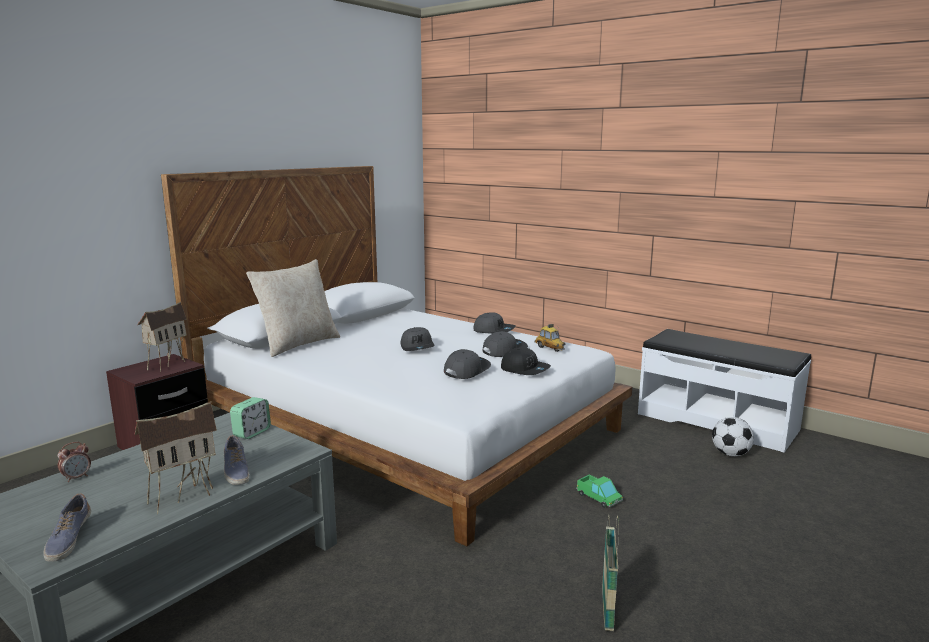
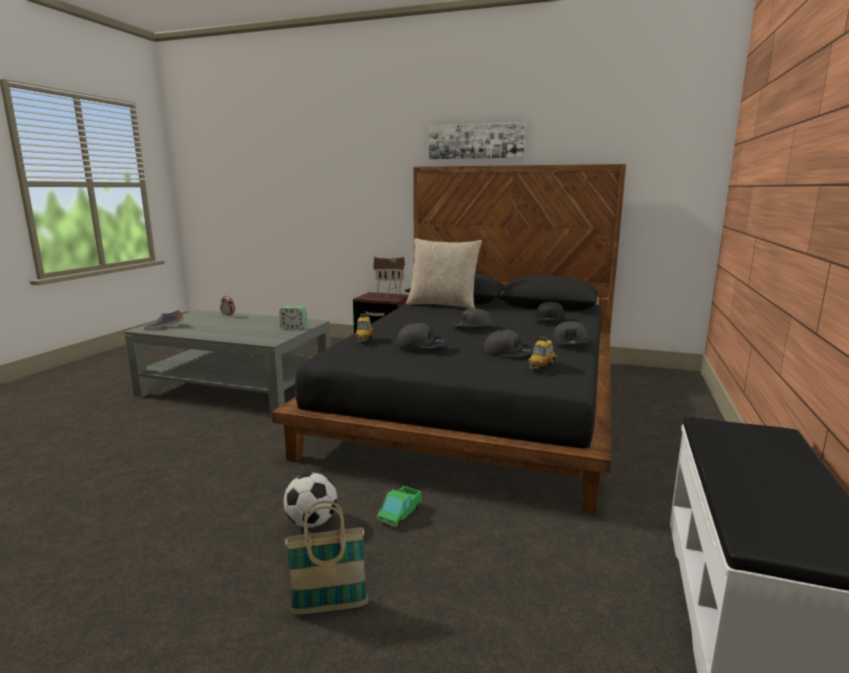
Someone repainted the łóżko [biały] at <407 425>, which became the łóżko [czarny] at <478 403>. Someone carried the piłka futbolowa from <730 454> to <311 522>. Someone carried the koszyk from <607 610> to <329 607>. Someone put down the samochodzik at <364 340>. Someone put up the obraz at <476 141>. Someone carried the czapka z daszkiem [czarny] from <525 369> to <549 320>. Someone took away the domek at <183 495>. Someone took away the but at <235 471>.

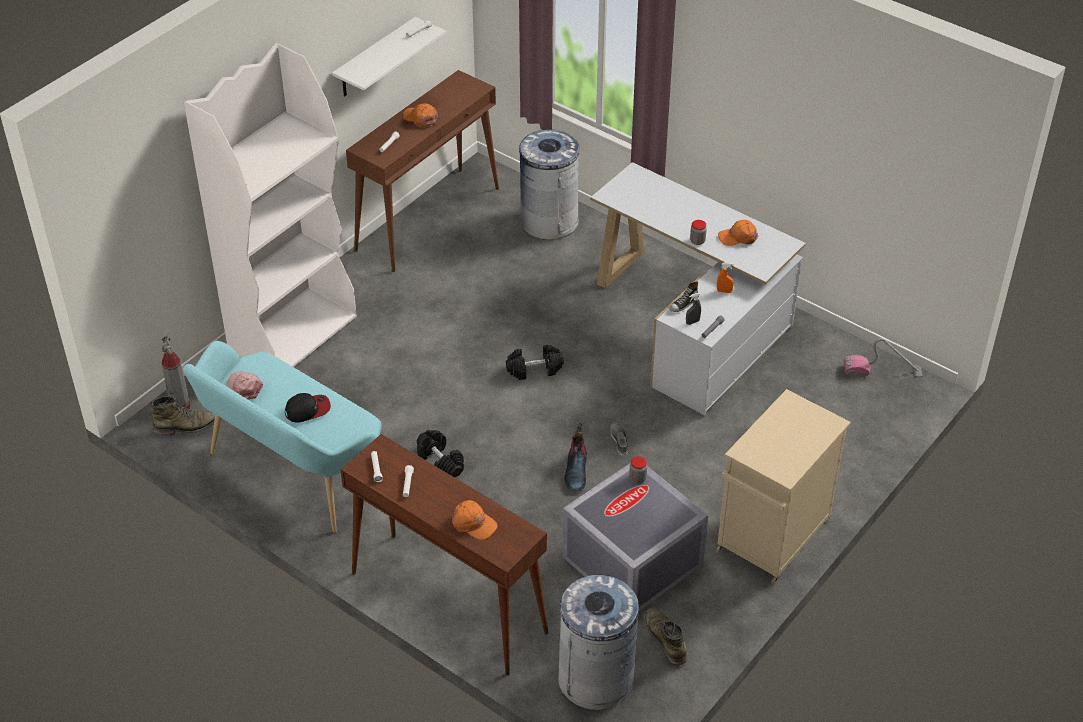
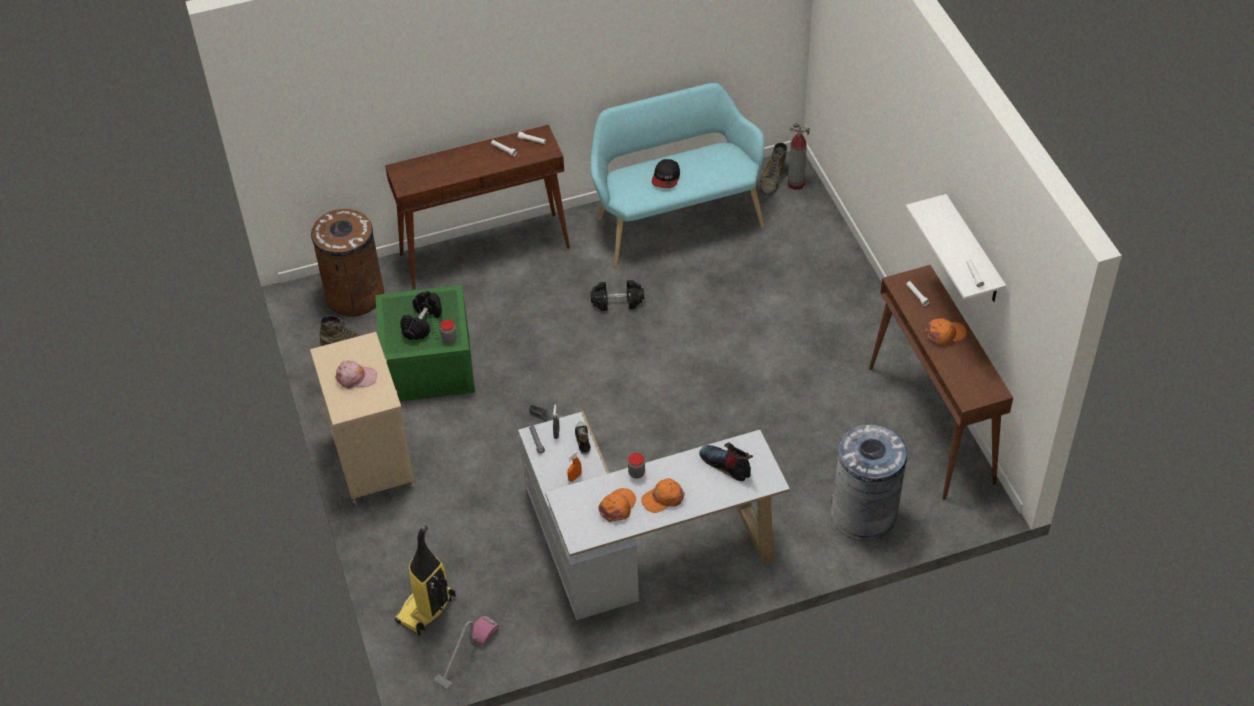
Someone repainted the kosz na śmieci [szary] at <596 679>, which became the kosz na śmieci [brązowy] at <355 295>. Someone carried the czapka z daszkiem [różowy] from <244 387> to <356 377>. Someone repainted the pojemnik do przechowywania [szary] at <632 562>, which became the pojemnik do przechowywania [zielony] at <427 363>. Someone put down the odkurzacz at <426 610>. Someone carried the hantel [czarny] from <534 369> to <422 323>. Someone carried the czapka z daszkiem [pomarańczowy] from <474 523> to <663 498>. Someone carried the but z cholewką from <576 471> to <726 465>. Someone took away the regał [biały] at <293 332>.

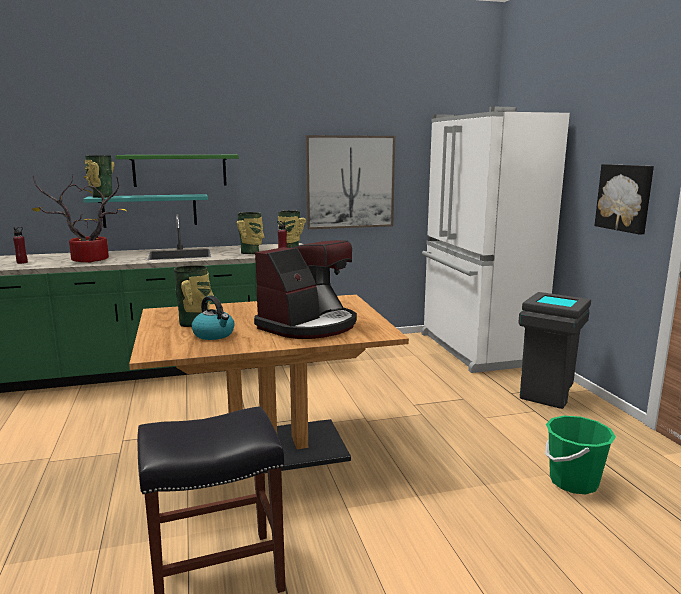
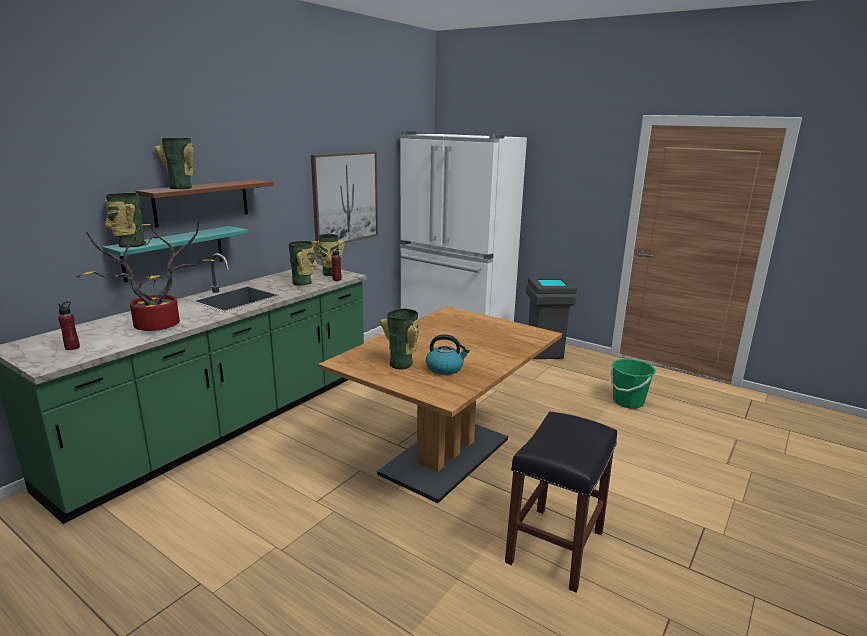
Someone repainted the półka [zielony] at <180 170>, which became the półka [brązowy] at <202 202>. Someone put down the wazon at <182 187>. Someone took away the ekspres do kawy at <309 325>. Someone took away the obraz at <625 197>.

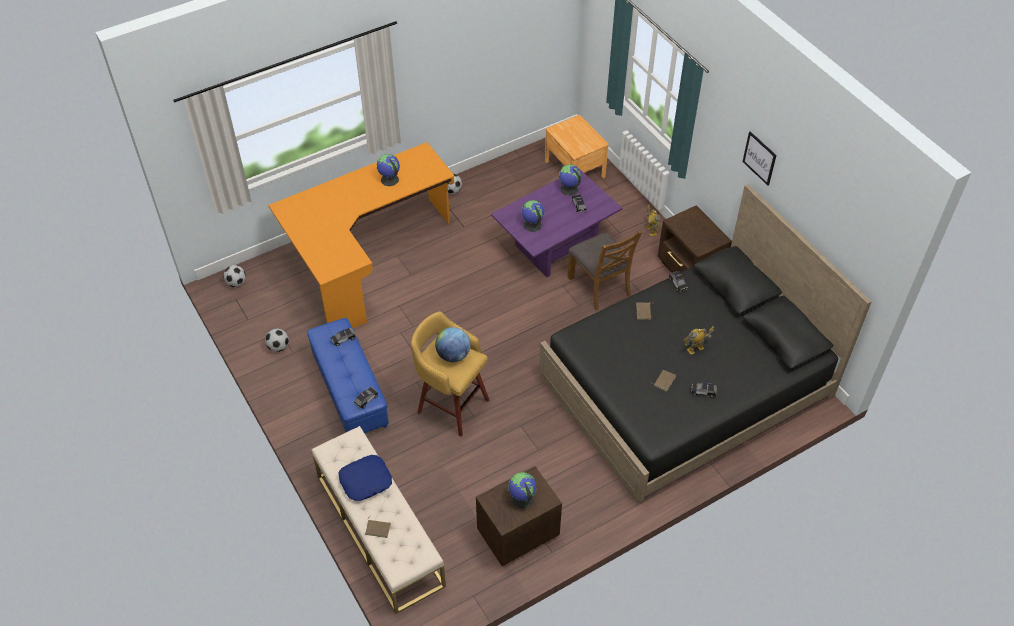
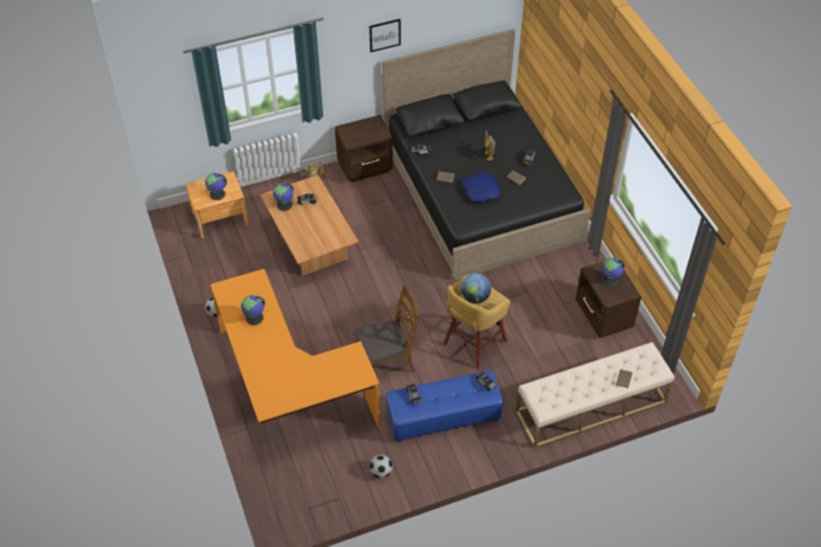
Someone carried the globus from <532 225> to <217 194>. Someone repainted the ława [fioletowy] at <555 245>, which became the ława [brązowy] at <311 247>. Someone carried the krzesło [brązowy] from <600 286> to <386 363>. Someone carried the poduszka [niebieski] from <365 480> to <481 191>. Someone took away the piłka futbolowa at <236 283>.

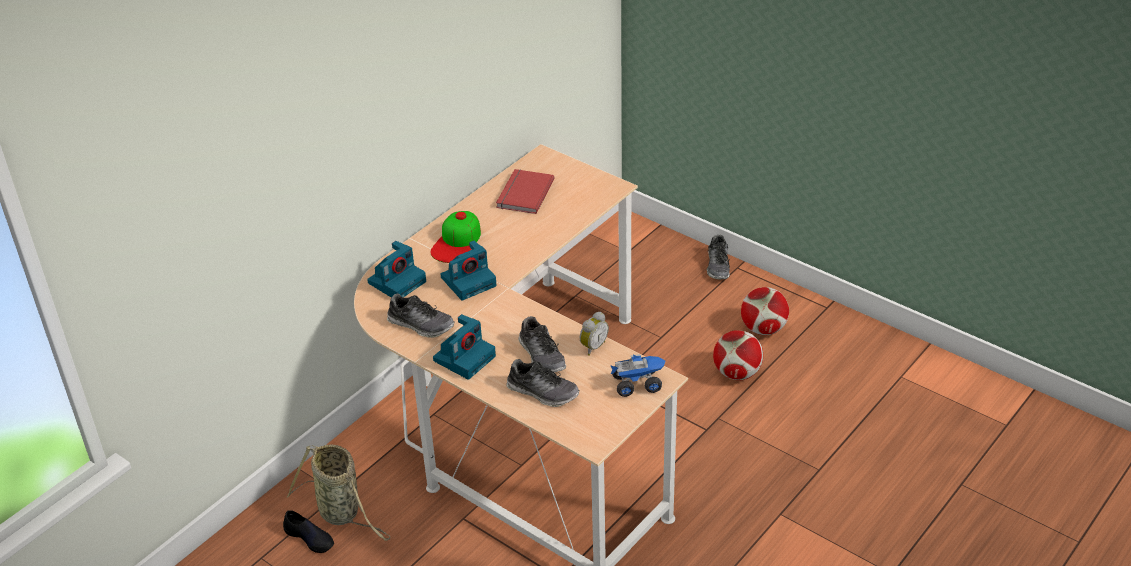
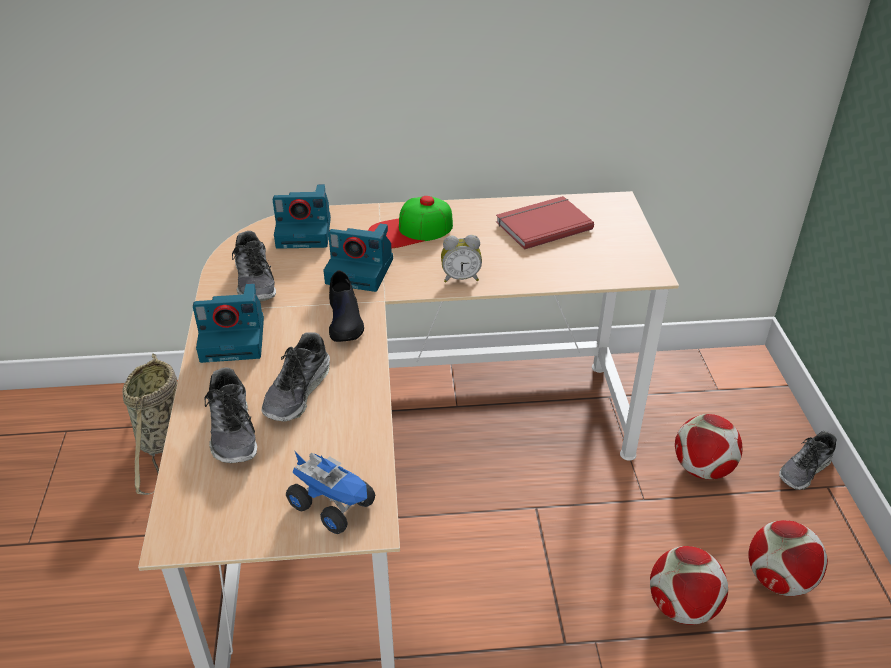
Someone carried the but [czarny] from <310 538> to <345 320>. Someone carried the budzik from <592 346> to <460 278>. Someone put down the piłka futbolowa at <702 468>.

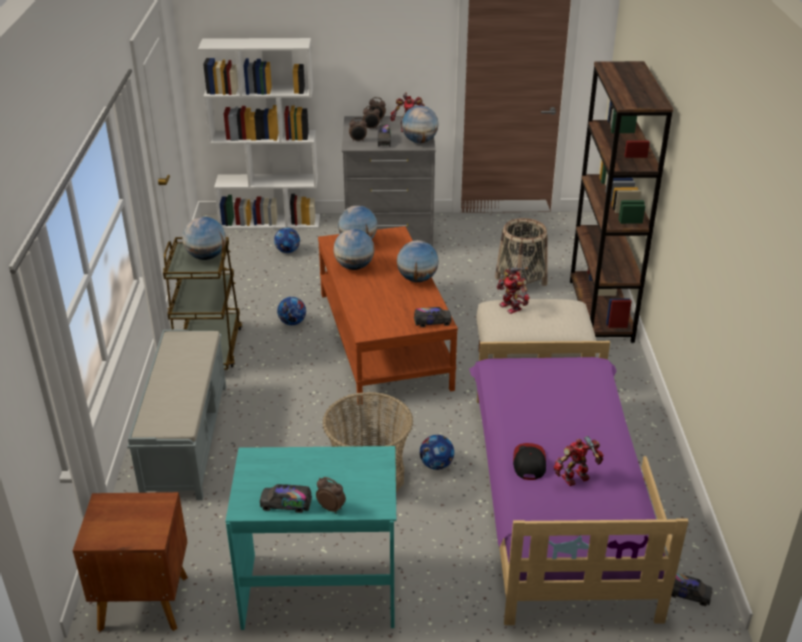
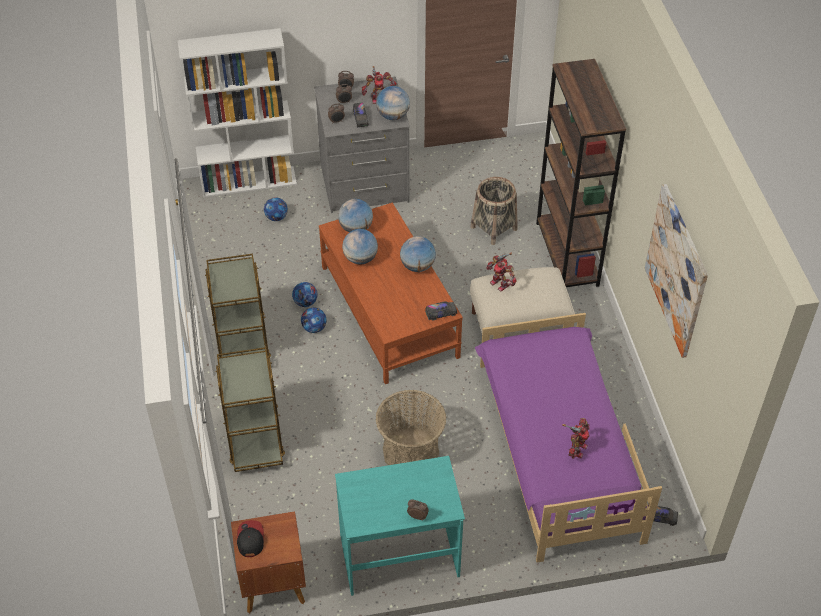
Someone swapped the ławka [szary] at <186 438> for the wózek [brązowy] at <254 437>. Someone carried the czapka z daszkiem from <529 463> to <250 539>. Someone carried the piłka futbolowa from <436 465> to <314 328>. Someone rotated the robot zabawkowy at <576 479> by 150 degrees clockwise. Someone put up the obraz at <676 271>. Someone took away the globus at <206 257>. Someone took away the ciężarówka zabawkowa at <286 504>.

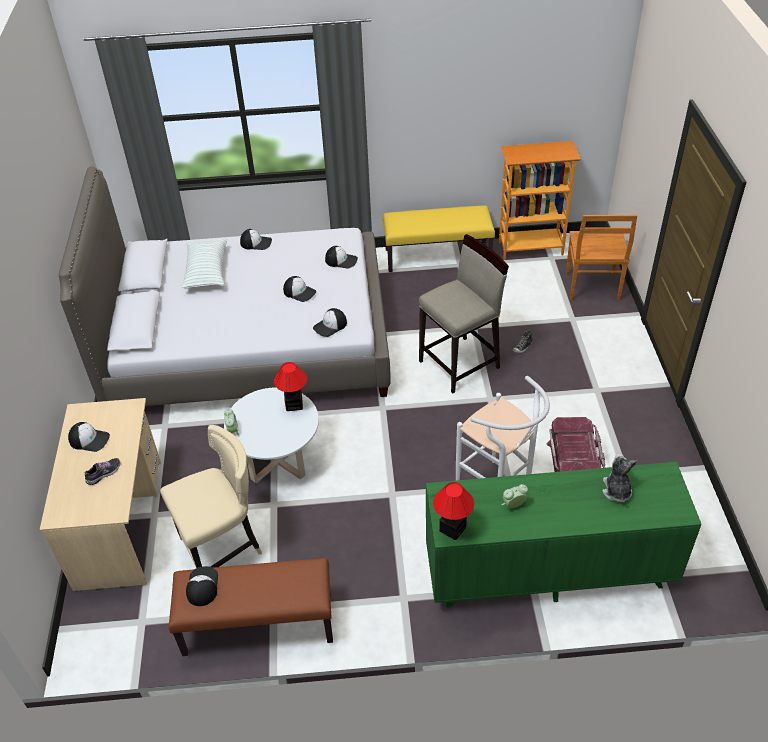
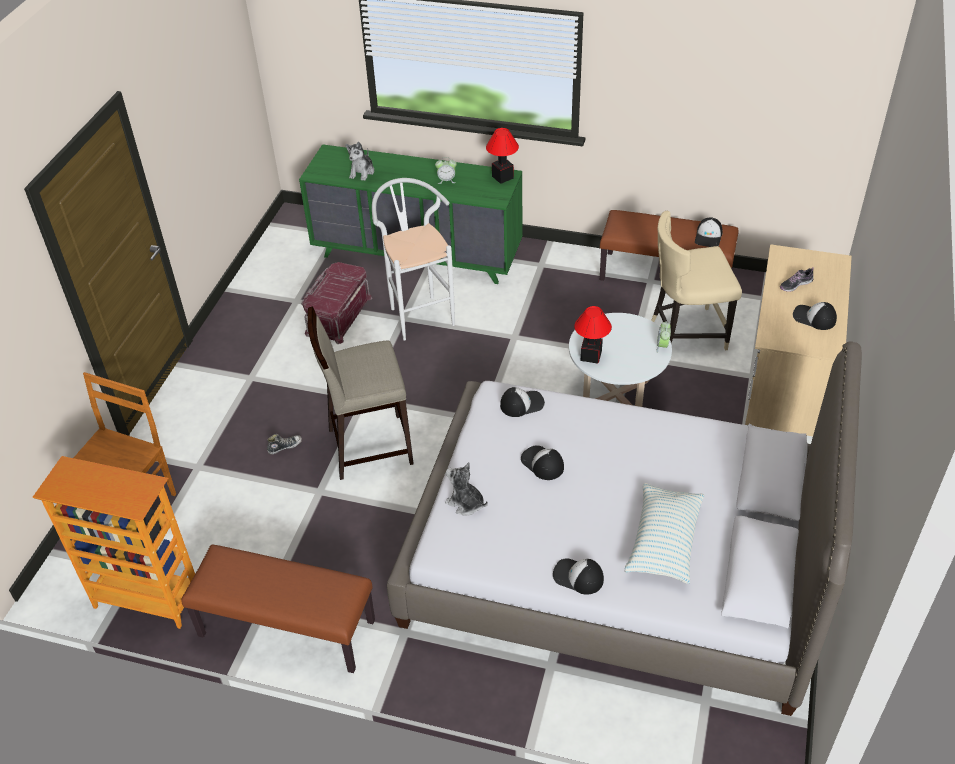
Someone repainted the ławka [żółty] at <438 256>, which became the ławka [brązowy] at <286 629>. Someone swapped the czapka z daszkiem at <341 260> for the pluszak at <465 503>.

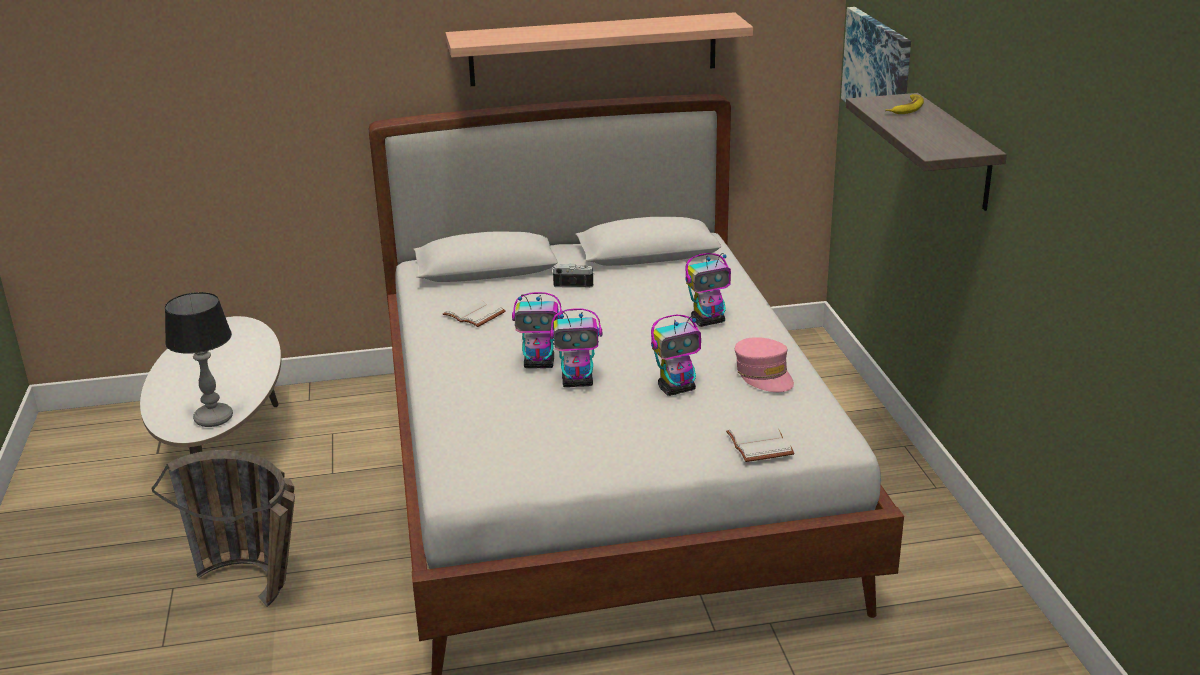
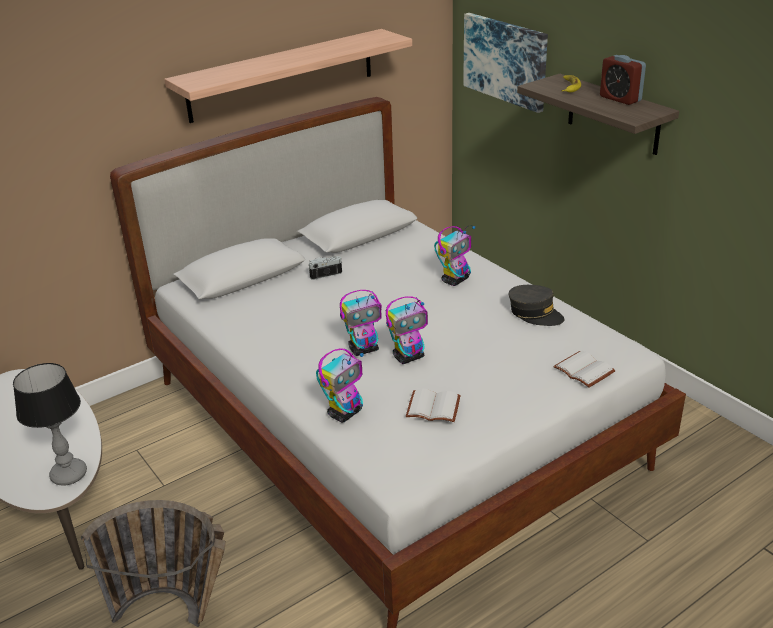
Someone carried the robot zabawkowy from <677 389> to <345 413>. Someone carried the książka [biały] from <476 314> to <434 406>. Someone repainted the czapka z daszkiem [różowy] at <764 375>, which became the czapka z daszkiem [szary] at <535 313>. Someone put down the budzik at <620 99>.

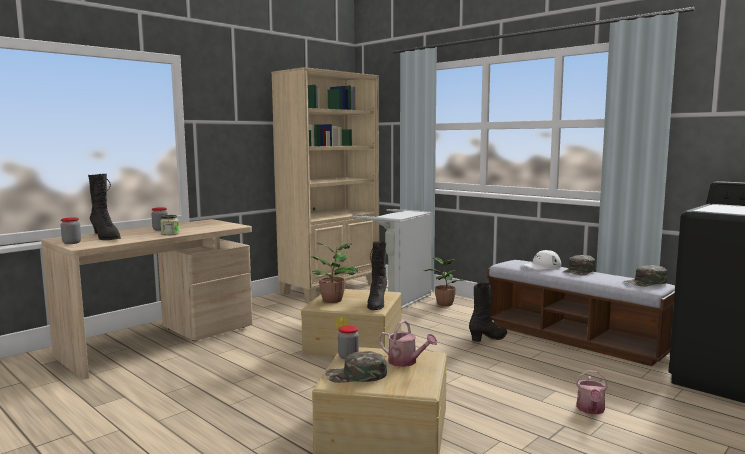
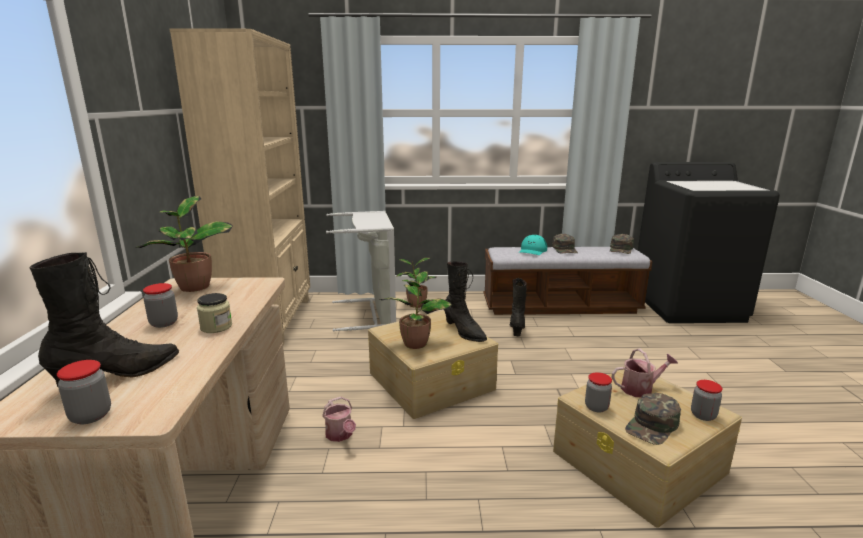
Someone rotated the but z cholewką [czarny] at <106 237> by 45 degrees counterclockwise. Someone put down the roślina doniczkowa at <194 287>. Someone carried the konewka from <591 410> to <340 435>. Someone repainted the czapka z daszkiem [biały] at <541 266>, which became the czapka z daszkiem [turkusowy] at <532 250>. Someone put down the słoik at <703 415>.

